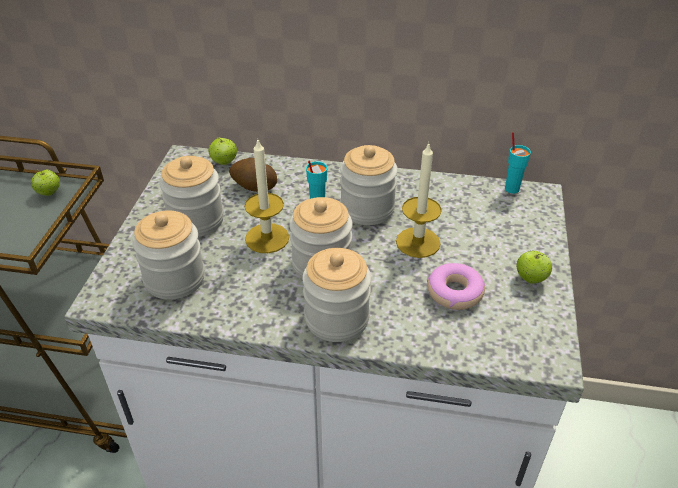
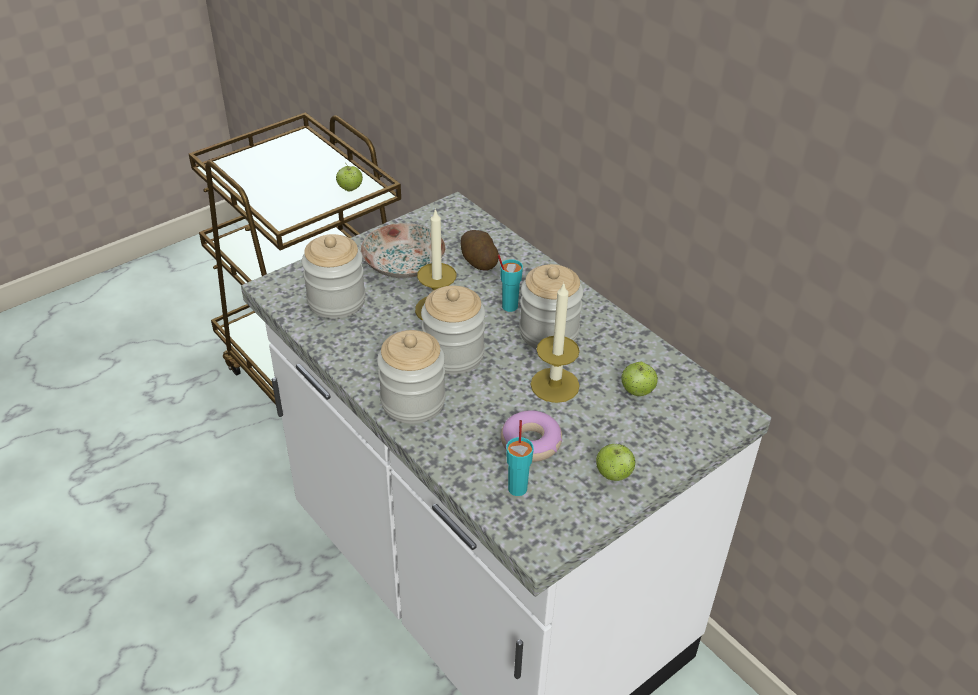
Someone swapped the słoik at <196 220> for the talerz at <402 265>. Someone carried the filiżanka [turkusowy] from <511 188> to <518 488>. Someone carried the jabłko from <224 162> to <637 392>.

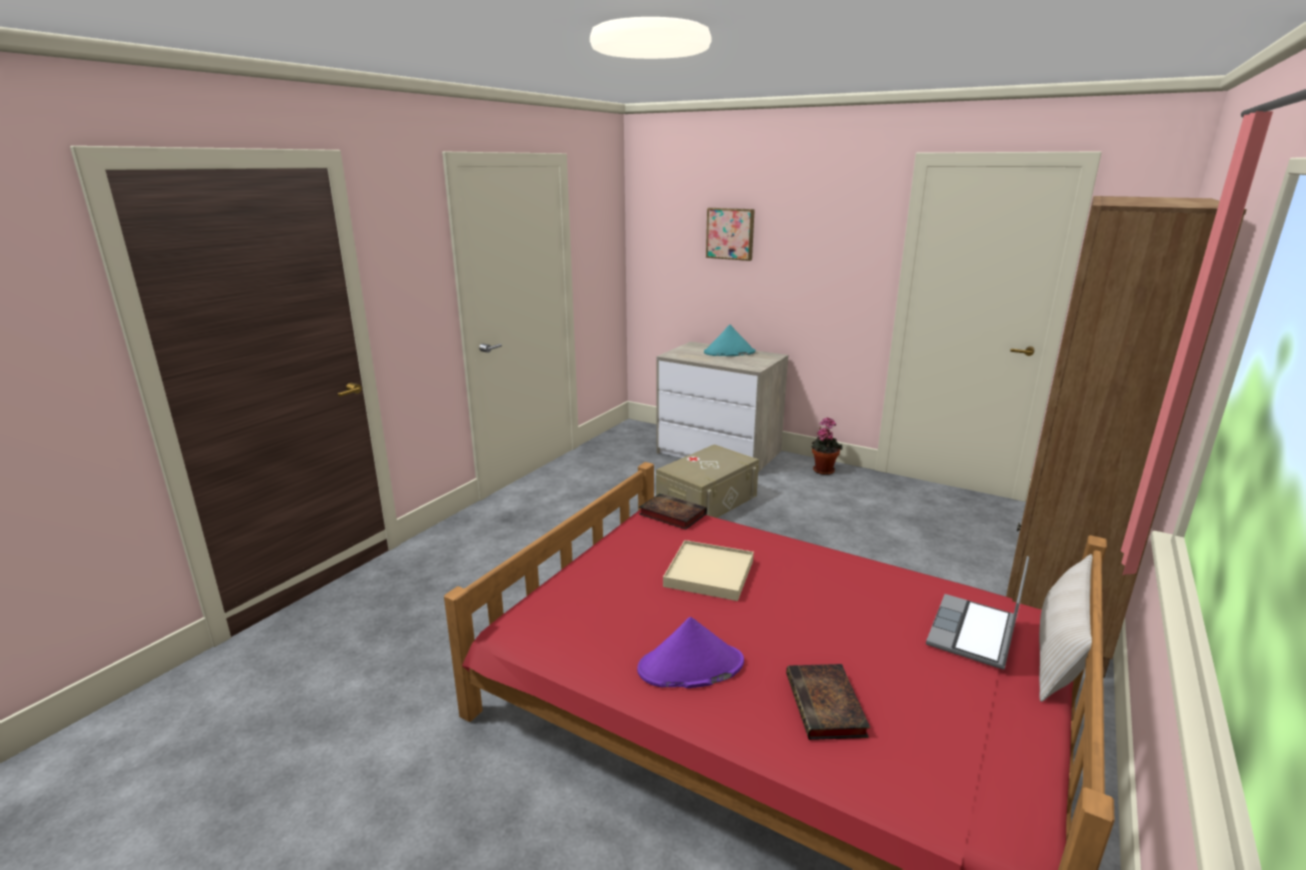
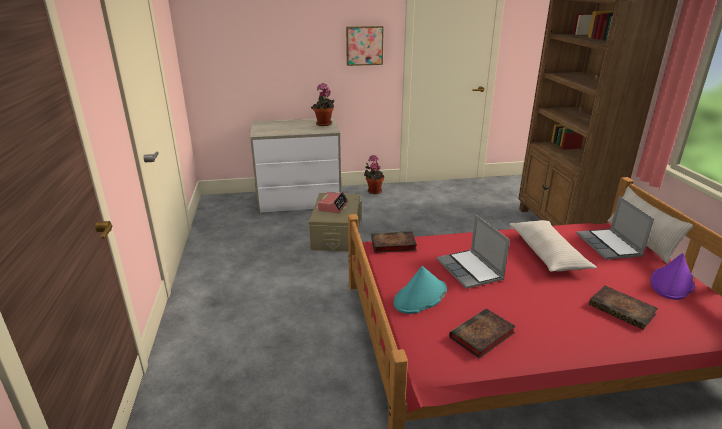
Someone put down the roślina doniczkowa at <324 124>. Someone put down the budzik at <333 206>. Someone carried the obraz from <730 233> to <364 45>. Someone carried the kapelusz [turkusowy] from <729 352> to <420 297>. Someone swapped the taca [beżowy] at <709 574> for the laptop at <470 270>. Someone put down the książka at <481 336>. Someone put down the poduszka [beżowy] at <547 253>. Someone carried the kapelusz [fioletowy] from <690 667> to <672 283>.

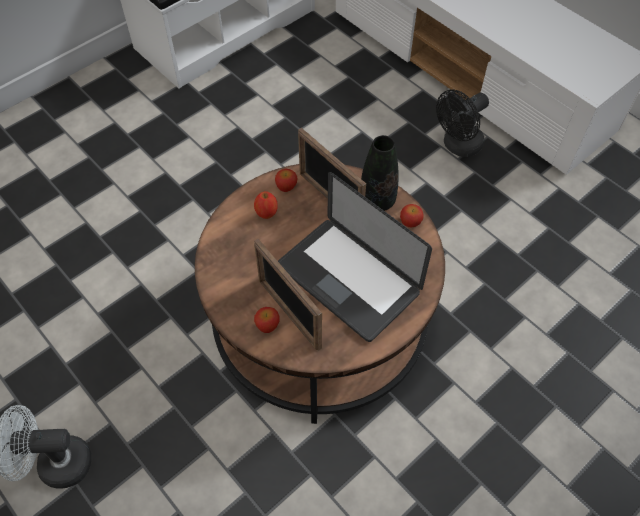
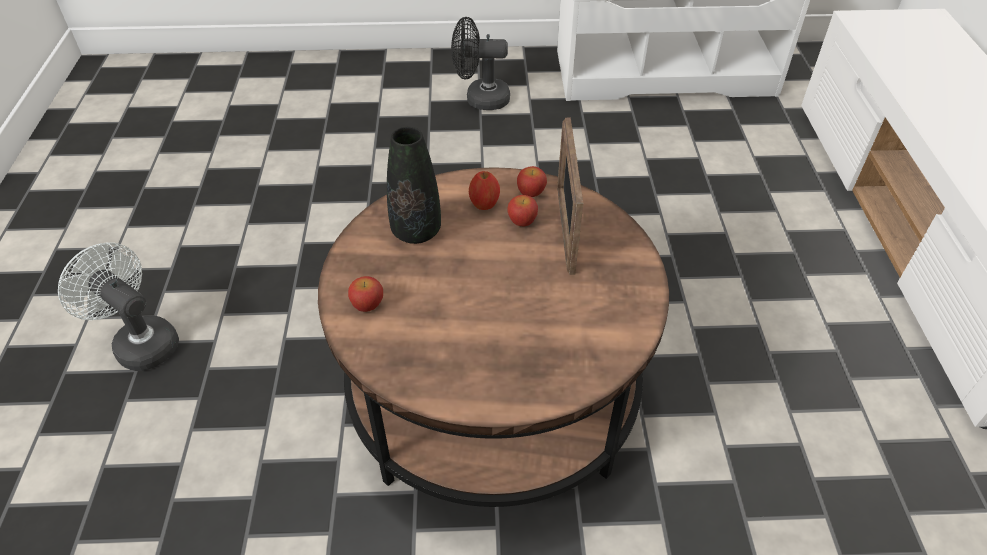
Someone carried the wazon [czarny] from <377 201> to <416 232>. Someone carried the wentylator [czarny] from <458 146> to <480 99>. Someone carried the jabłko from <410 222> to <522 222>. Someone took away the ramka na zdjęcie at <289 313>. Someone took away the laptop at <348 279>.

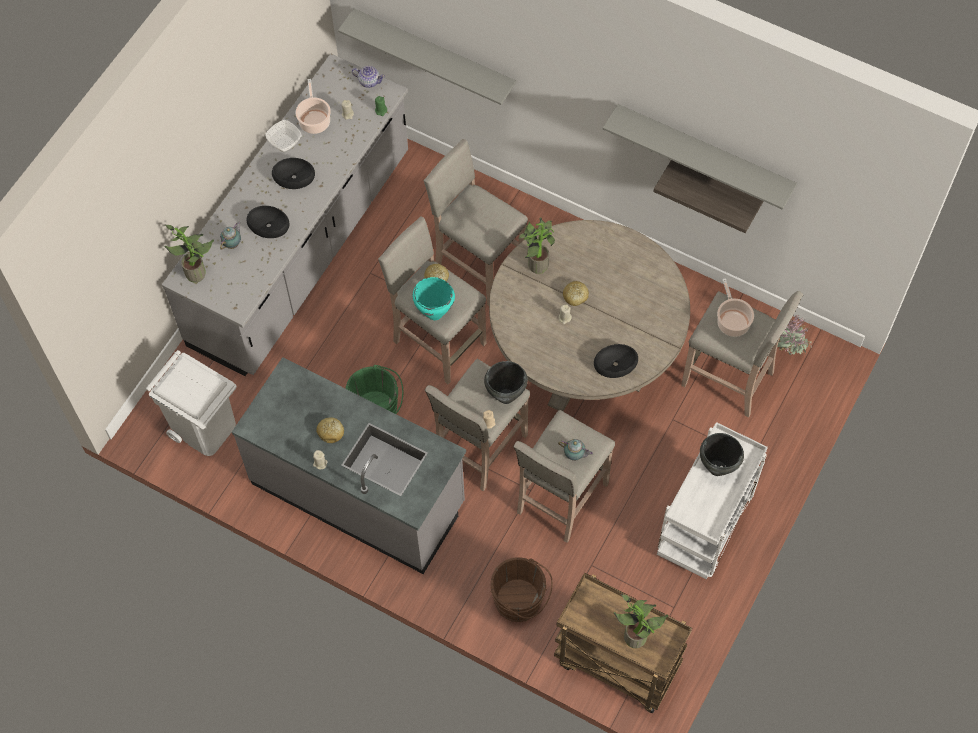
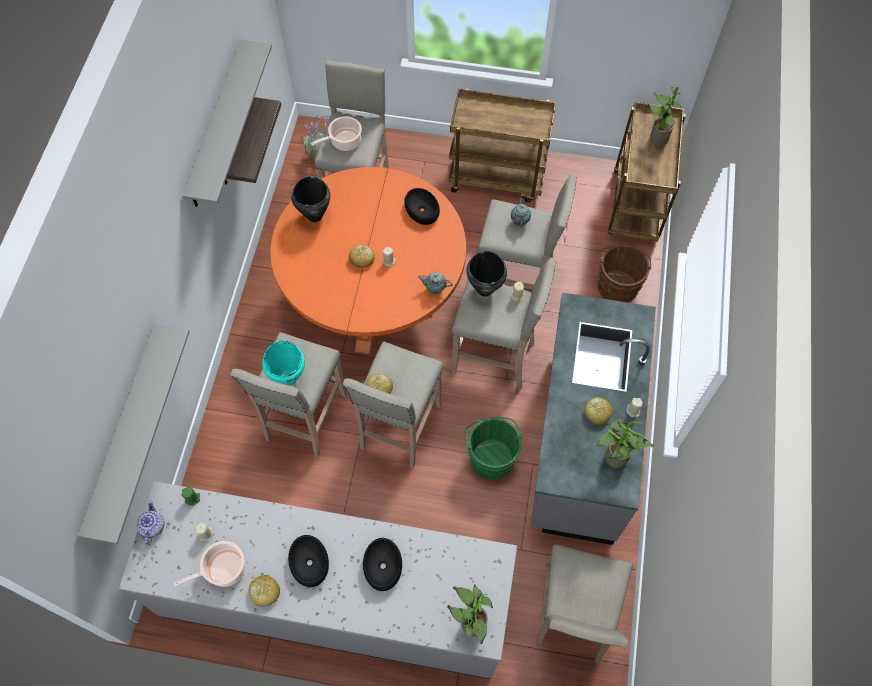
Someone swapped the miska at <285 143> for the chleb at <265 592>. Someone carried the garnek [turkusowy] from <434 313> to <288 378>. Someone repainted the stół jadalny [beżowy] at <585 358>, which became the stół jadalny [pomarańczowy] at <375 300>. Someone carried the garnek [czarny] from <717 468> to <314 216>. Someone carried the imbryk from <233 243> to <434 289>. Someone repainted the wózek [biały] at <705 528>, which became the wózek [brązowy] at <498 178>. Someone swapped the kosz na śmieci [biały] at <205 428> for the krzesło [beżowy] at <574 615>. Someone carried the roślina doniczkowa from <536 263> to <613 460>.

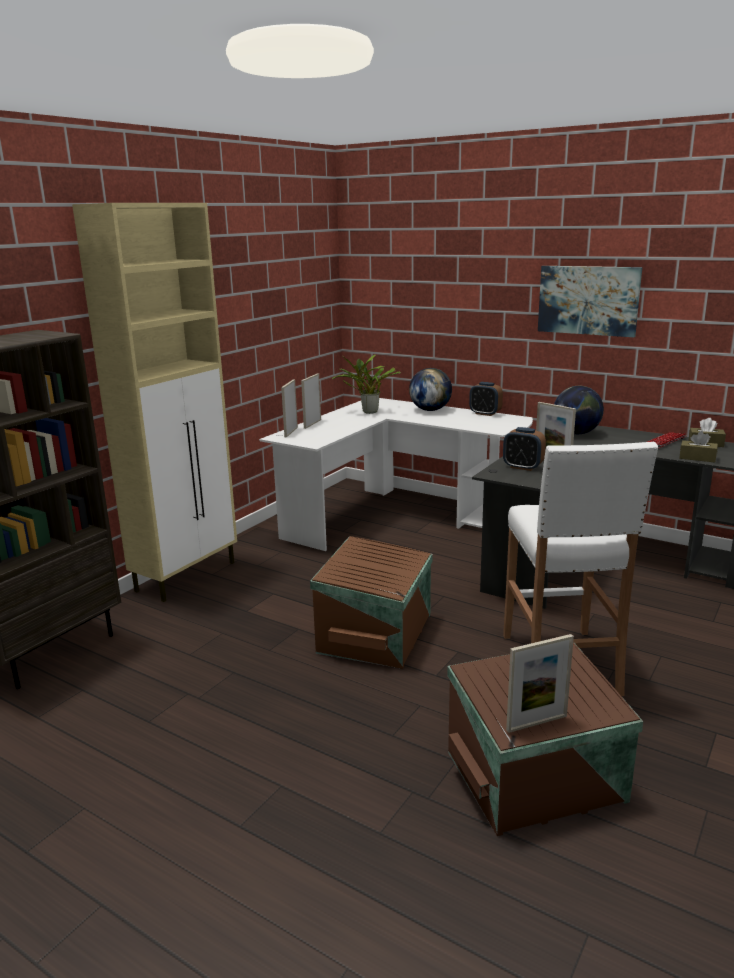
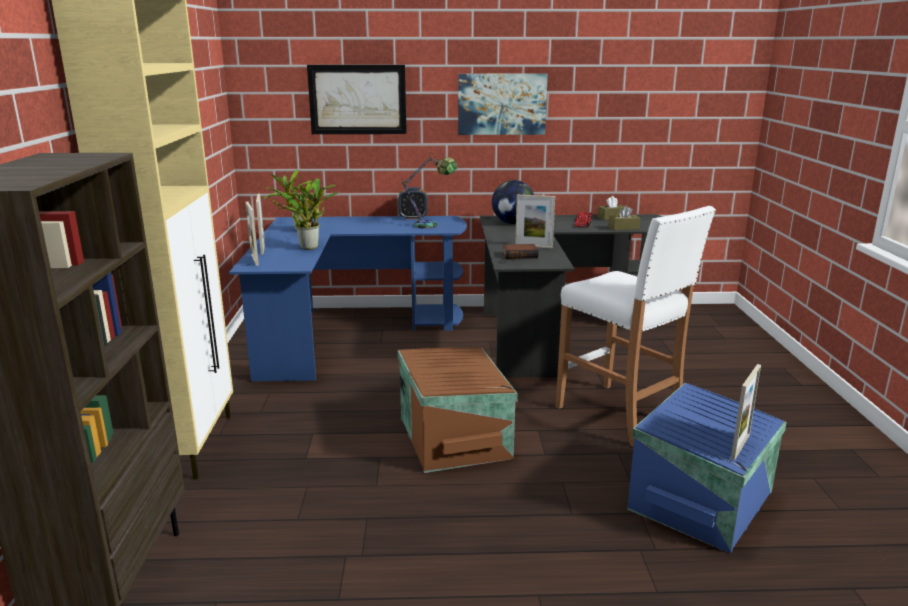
Someone repainted the biurko [biały] at <398 515>, which became the biurko [niebieski] at <347 332>. Someone put down the roślina doniczkowa at <311 247>. Someone put up the obraz at <357 99>. Someone put down the lampa stołowa at <432 226>. Someone swapped the budzik at <523 467> for the książka at <520 255>. Someone repainted the pojemnik do przechowywania [brązowy] at <537 777>, which became the pojemnik do przechowywania [niebieski] at <703 500>. Someone took away the globus at <430 410>.

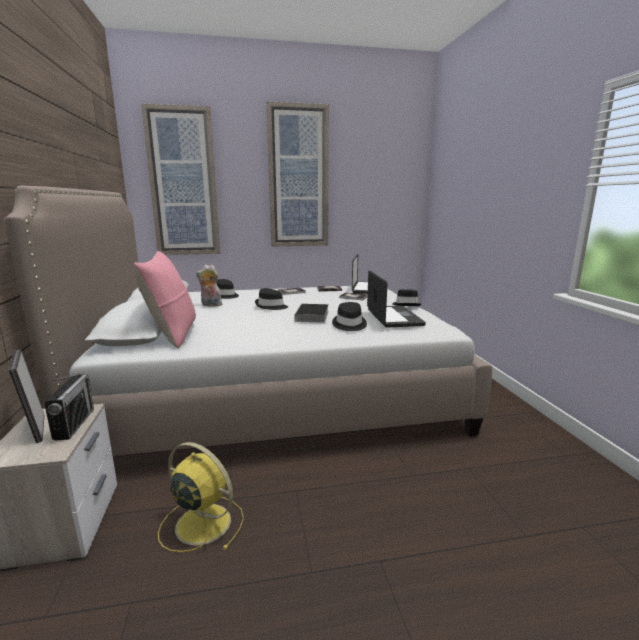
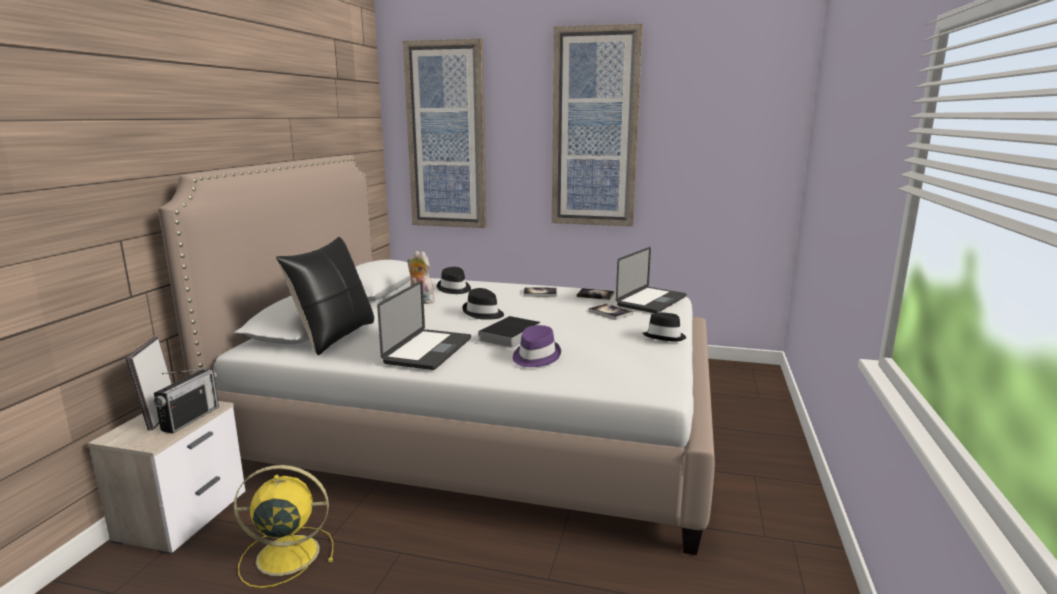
Someone rotated the wentylator [żółty] at <201 523> by 60 degrees counterclockwise. Someone repainted the poduszka [różowy] at <172 334>, which became the poduszka [czarny] at <334 336>. Someone carried the laptop from <394 317> to <428 351>. Someone repainted the kapelusz [czarny] at <349 324>, which became the kapelusz [fioletowy] at <535 356>.

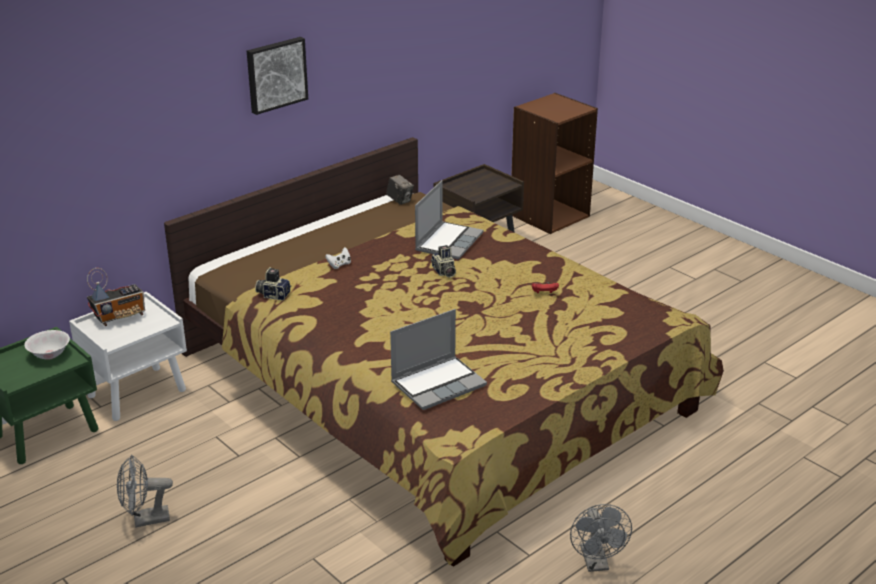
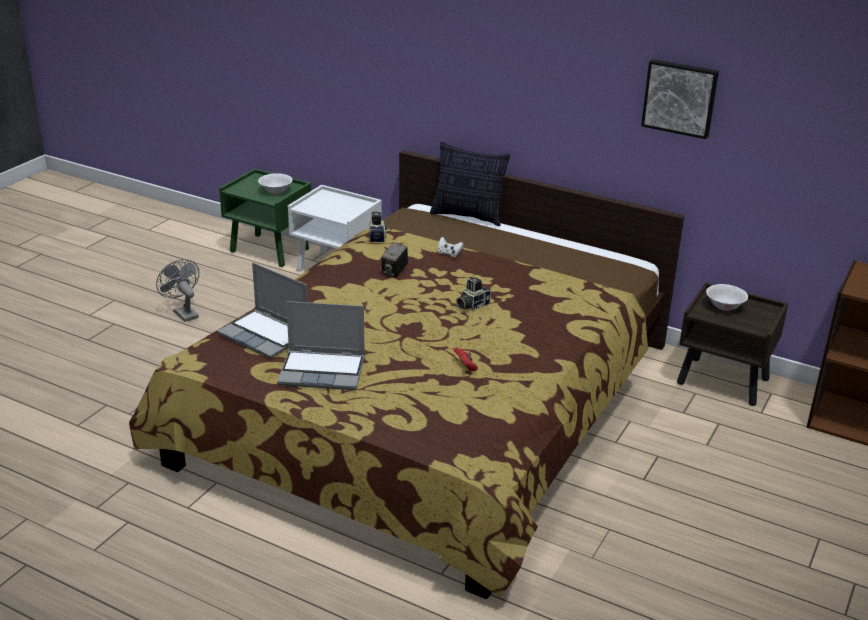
Someone carried the laptop from <448 241> to <323 371>. Someone carried the aparat fotograficzny from <400 200> to <394 272>. Someone put down the poduszka at <468 216>. Someone carried the obraz from <276 74> to <680 98>. Someone put down the miska [biały] at <724 306>. Someone took away the radio at <120 317>. Someone took away the wentylator [szary] at <596 563>.

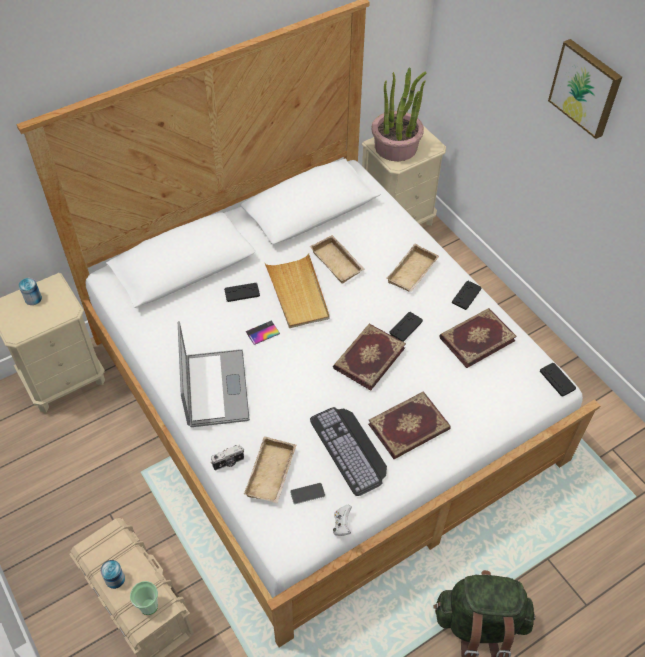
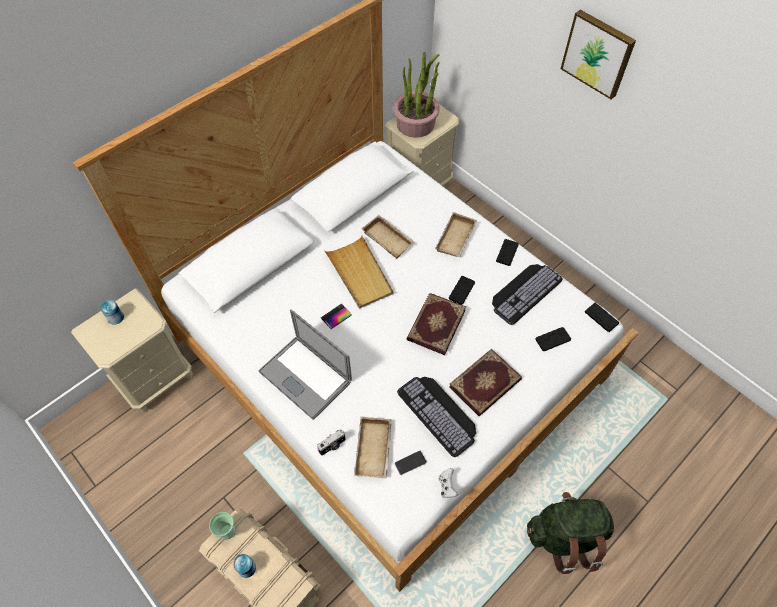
Someone carried the filiżanka from <148 606> to <227 531>. Someone rotated the laptop at <216 388> by 150 degrees clockwise. Someone swapped the książka at <476 338> for the klawiatura at <524 291>. Someone carried the pad do gier [czarny] from <242 293> to <553 339>.

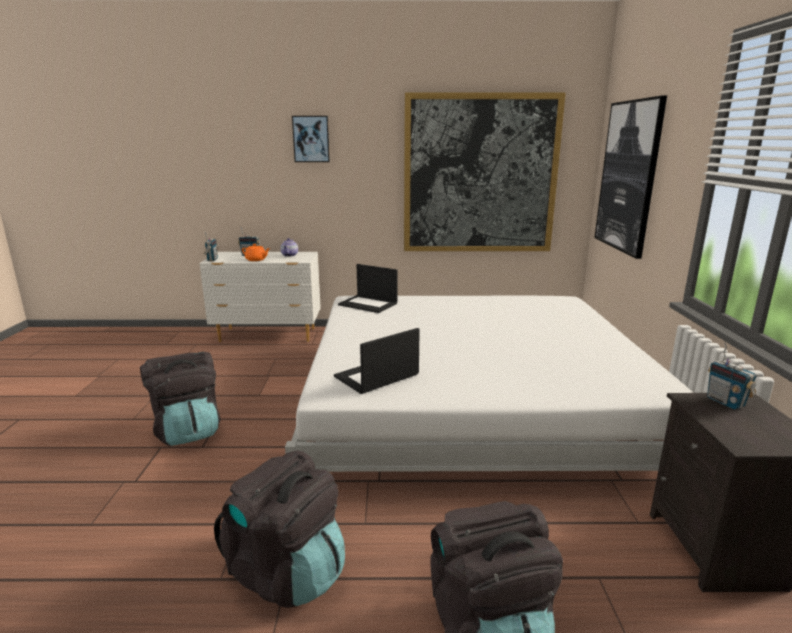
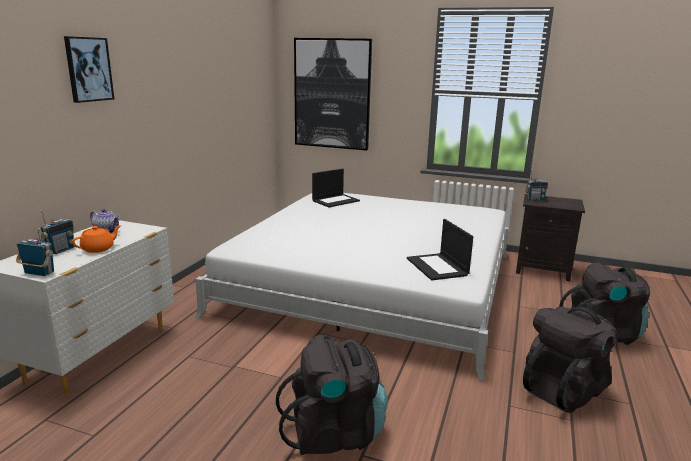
Someone carried the laptop from <369 304> to <336 201>. Someone took away the obraz at <479 175>.

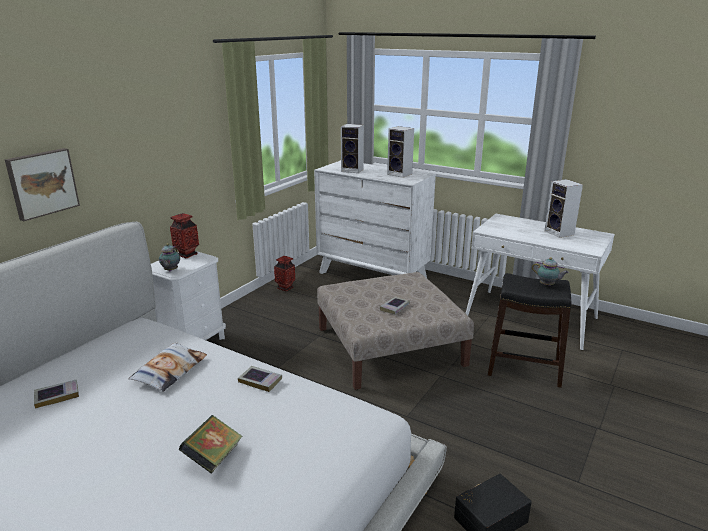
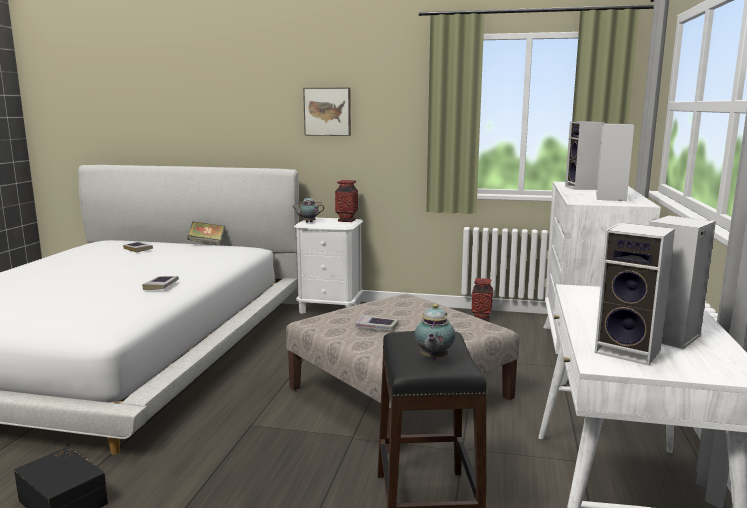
Someone carried the książka from <213 457> to <207 243>. Someone carried the obraz from <42 183> to <327 111>. Someone put down the głośnik at <630 351>. Someone took away the poduszka at <170 371>.

